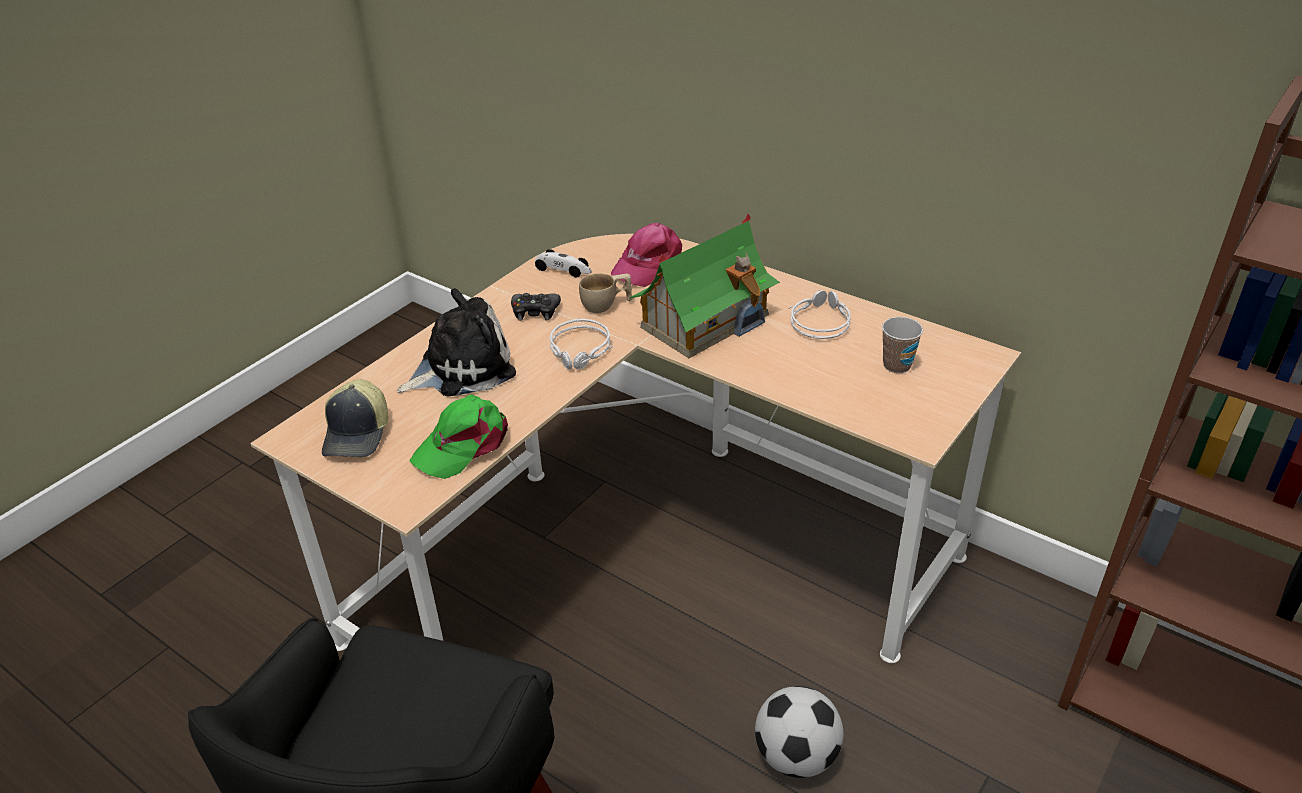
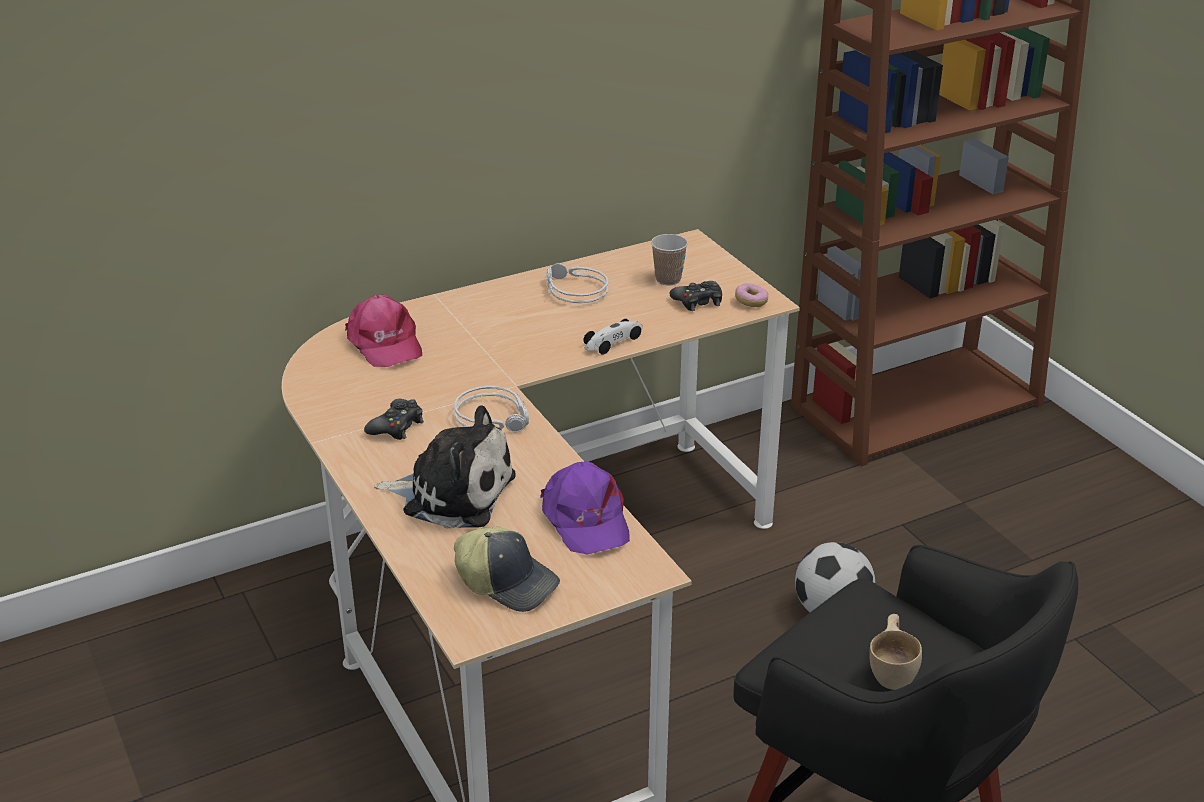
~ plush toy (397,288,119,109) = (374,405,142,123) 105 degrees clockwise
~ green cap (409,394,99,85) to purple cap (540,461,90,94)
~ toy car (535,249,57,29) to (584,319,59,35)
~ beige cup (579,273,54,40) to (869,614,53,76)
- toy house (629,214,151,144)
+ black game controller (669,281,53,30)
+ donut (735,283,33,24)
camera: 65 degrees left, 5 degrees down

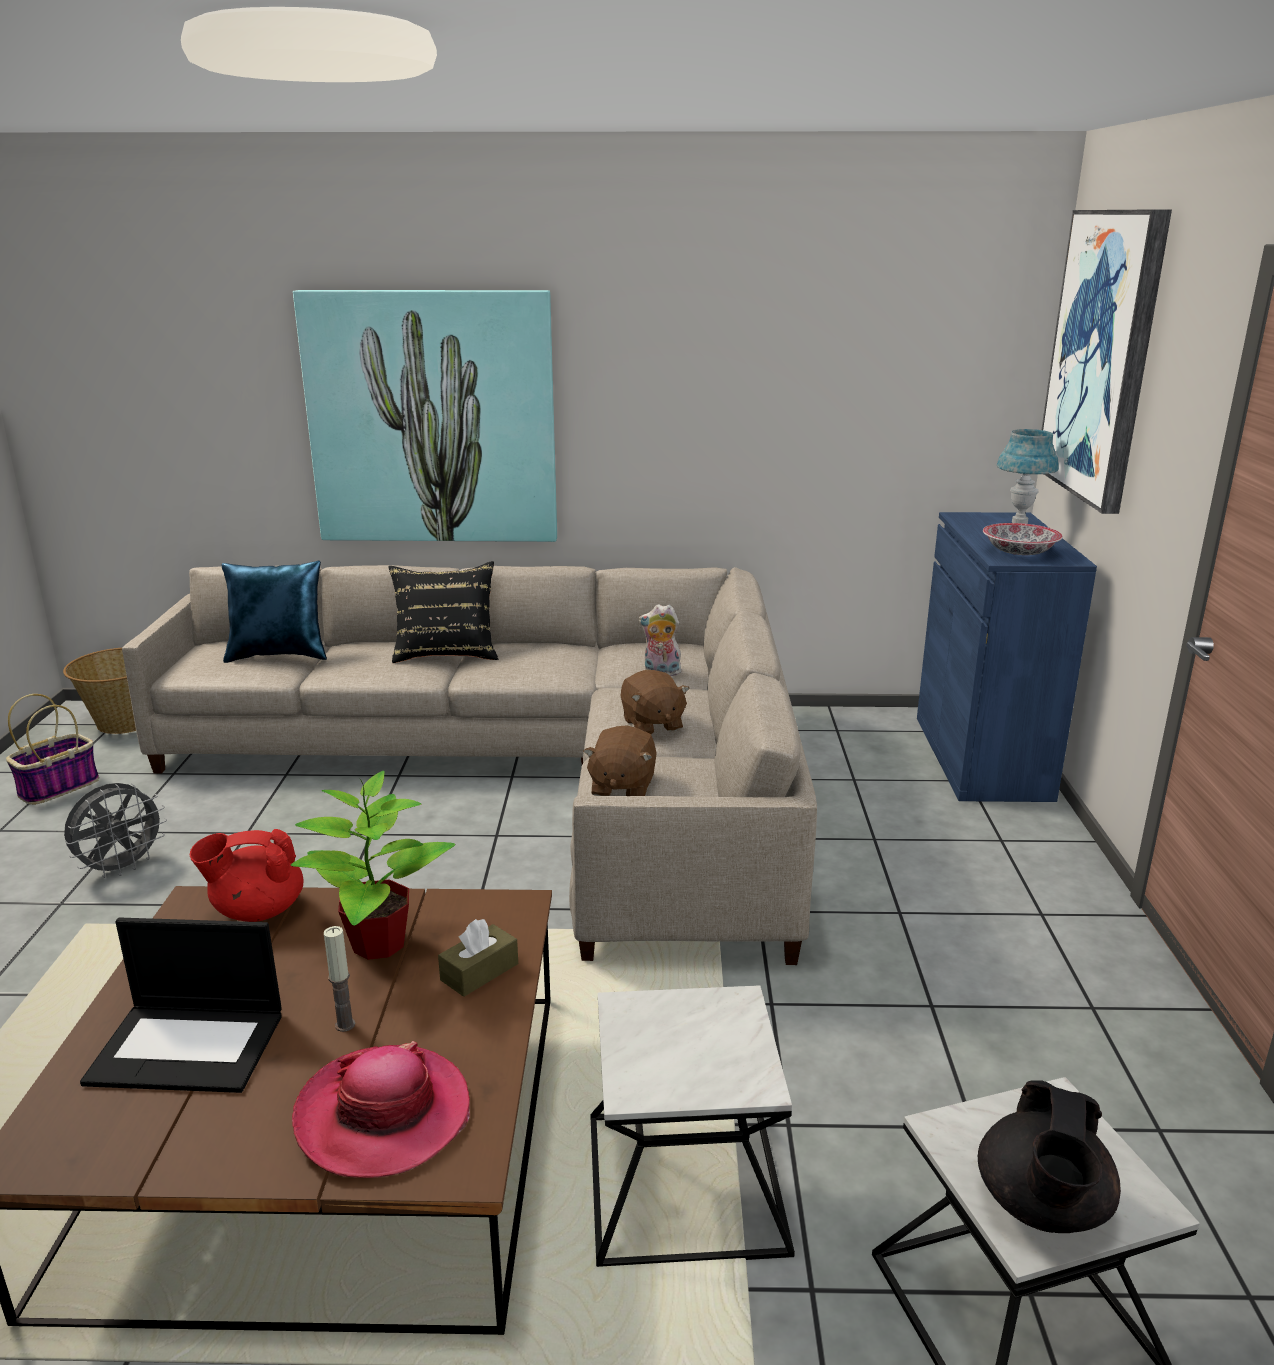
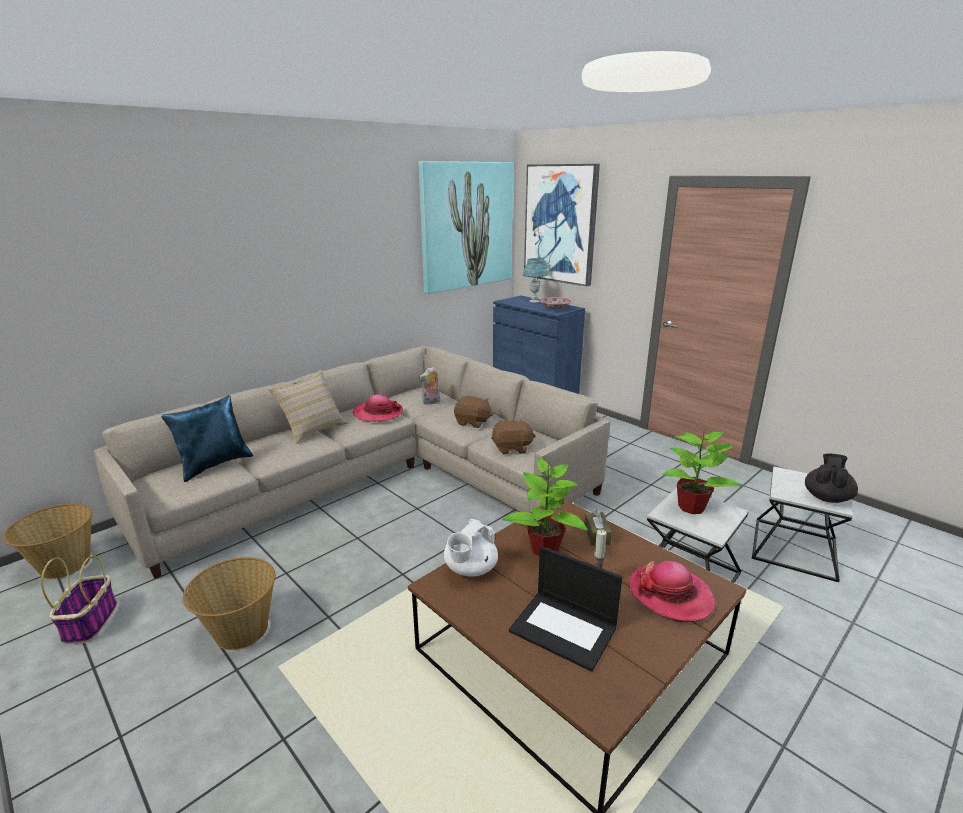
~ grey fan (64,783,103,95) to basket (183,557,93,93)
~ laptop (80,918,202,175) = (509,546,113,126) 75 degrees clockwise
~ red teapot (190,829,114,93) to white teapot (444,519,54,58)
~ picture (293,290,264,252) to (418,161,95,133)
~ black pillow (389,561,109,102) to beige pillow (268,370,80,74)
~ brown plush toy (583,725,74,71) = (491,419,45,35) 60 degrees counterclockwise
~ black teapot (978,1080,143,153) = (805,454,53,49) 120 degrees counterclockwise
+ hat (353,394,50,28)
+ potted plant (663,429,79,85)
camera: 45 degrees left, 0 degrees up

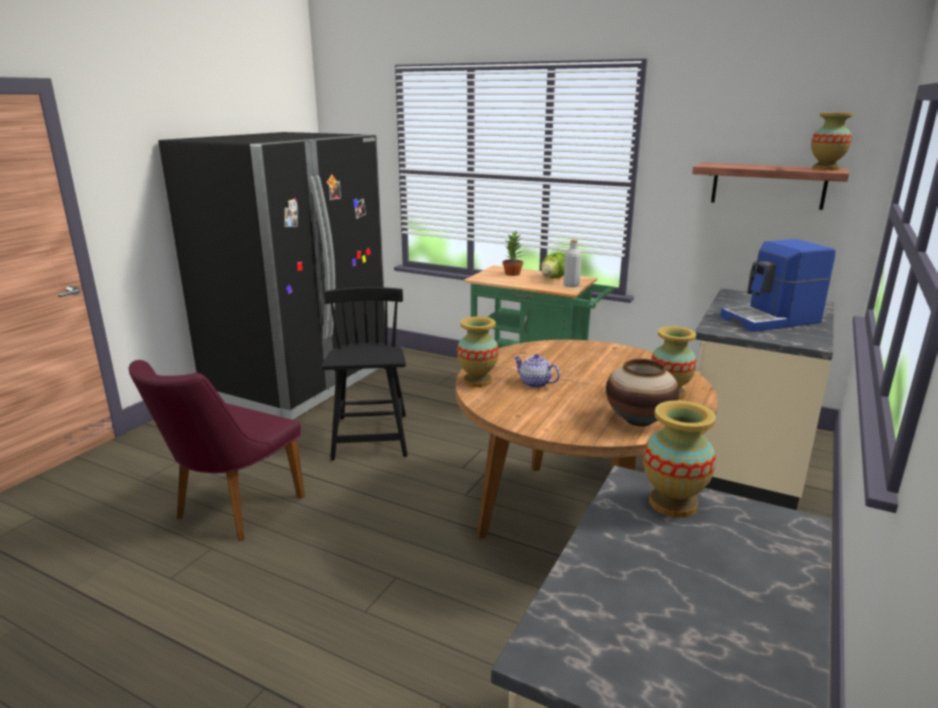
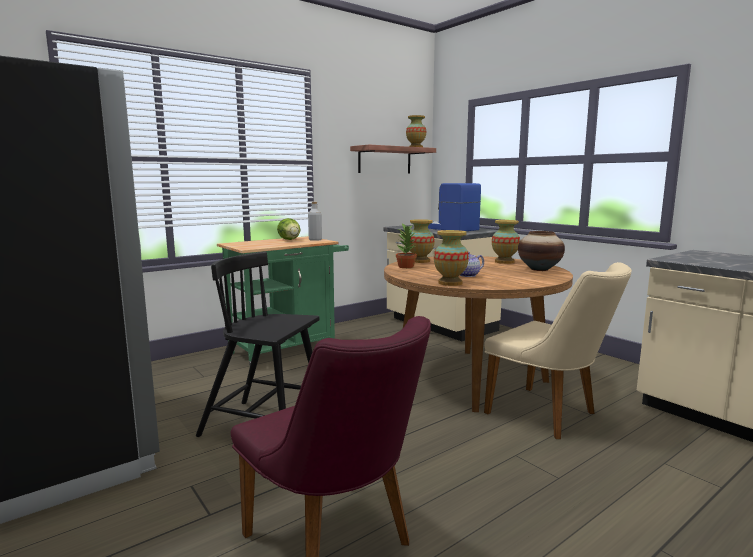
~ potted plant (502,231,22,45) to (396,223,21,45)
~ vase (643,400,73,118) to (410,219,25,44)
~ coffee machine (720,239,116,93) = (428,183,53,48) 135 degrees clockwise
+ beige chair (484,262,148,177)
camera: 65 degrees left, 10 degrees down

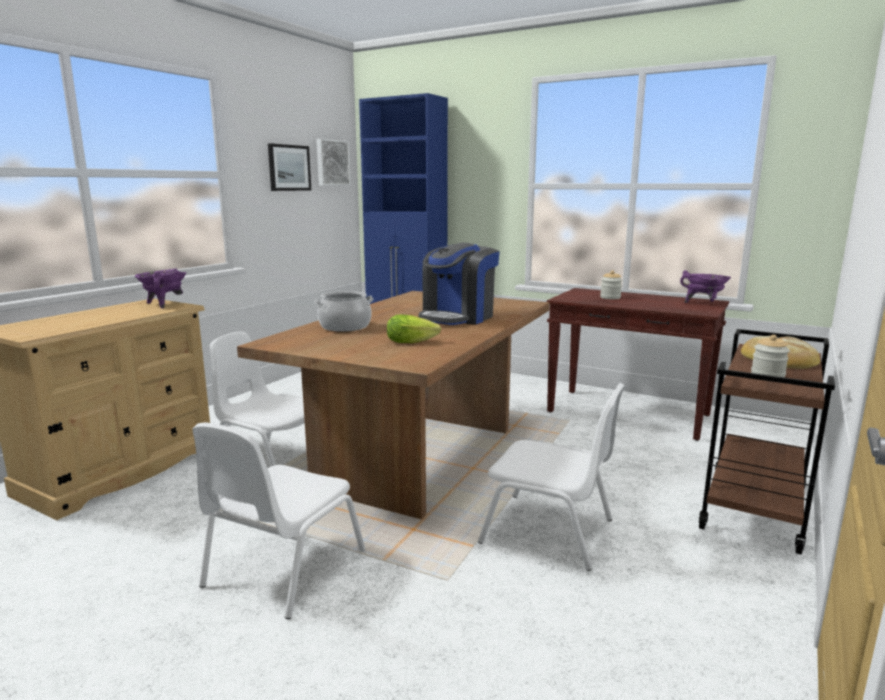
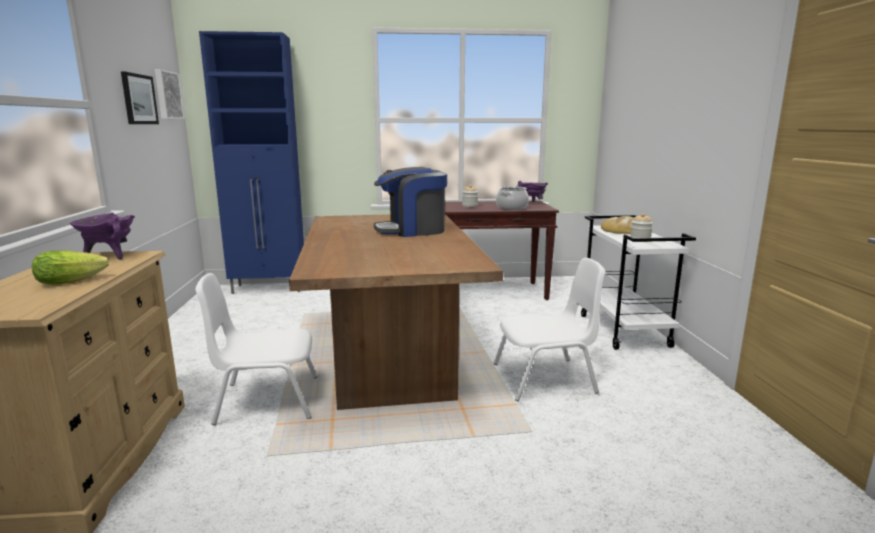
- white chair (192,422,173,197)
~ cooking pot (314,291,60,41) to (496,186,33,24)
~ lettuce (387,314,54,29) to (32,250,77,35)
~ coffee machine (419,243,81,82) = (374,167,73,70) 75 degrees clockwise
~ brown cart (699,329,136,226) to white cart (581,215,115,135)
camera: 35 degrees left, 0 degrees up

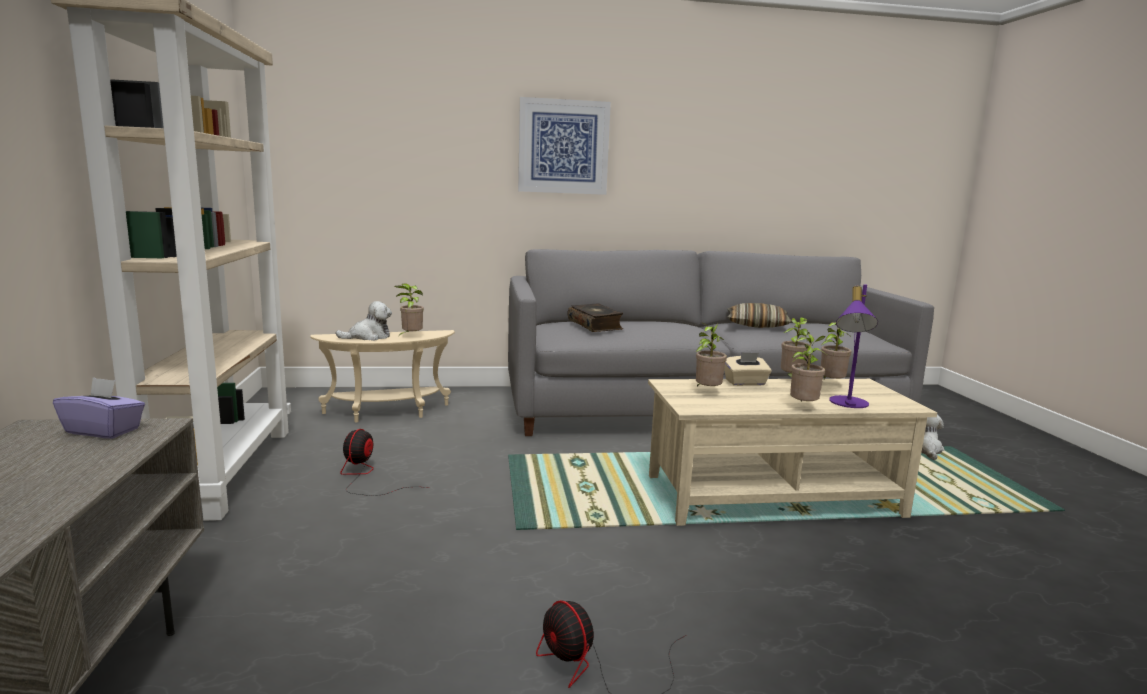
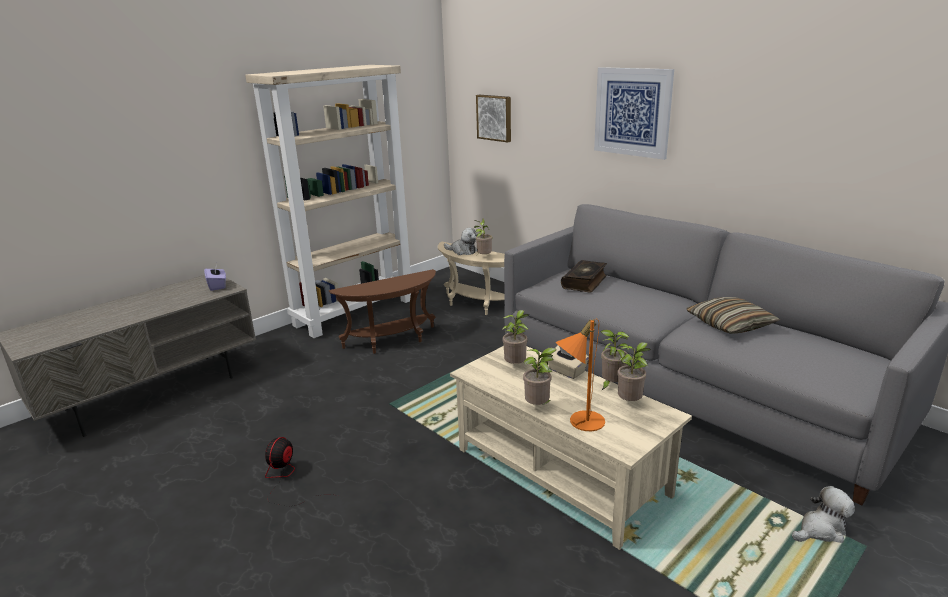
~ fan (340,429,88,67) to brown side table (329,269,107,85)
~ purple table lamp (829,284,49,124) to orange table lamp (556,319,49,112)
+ picture (476,95,35,48)
camera: 55 degrees right, 10 degrees up

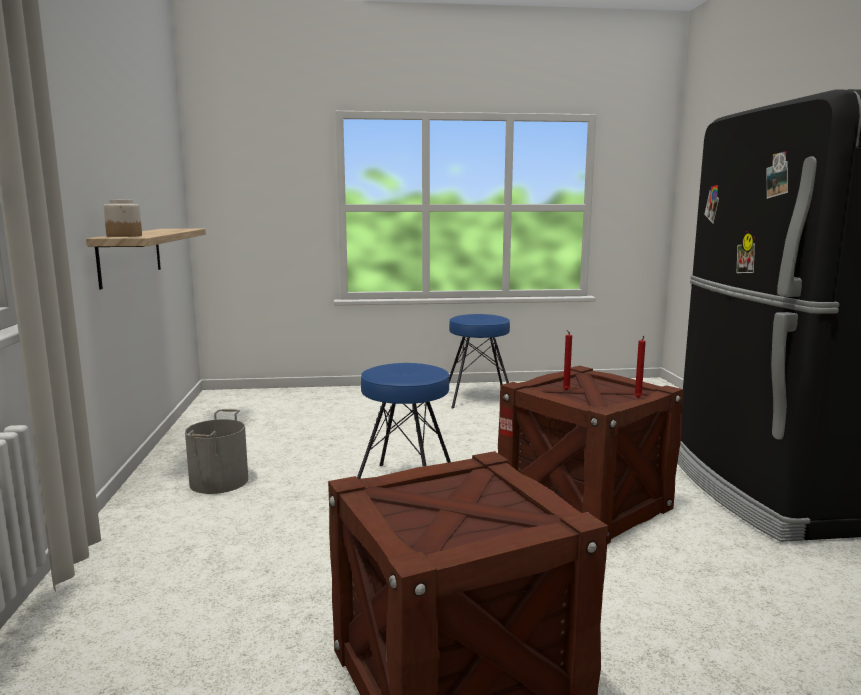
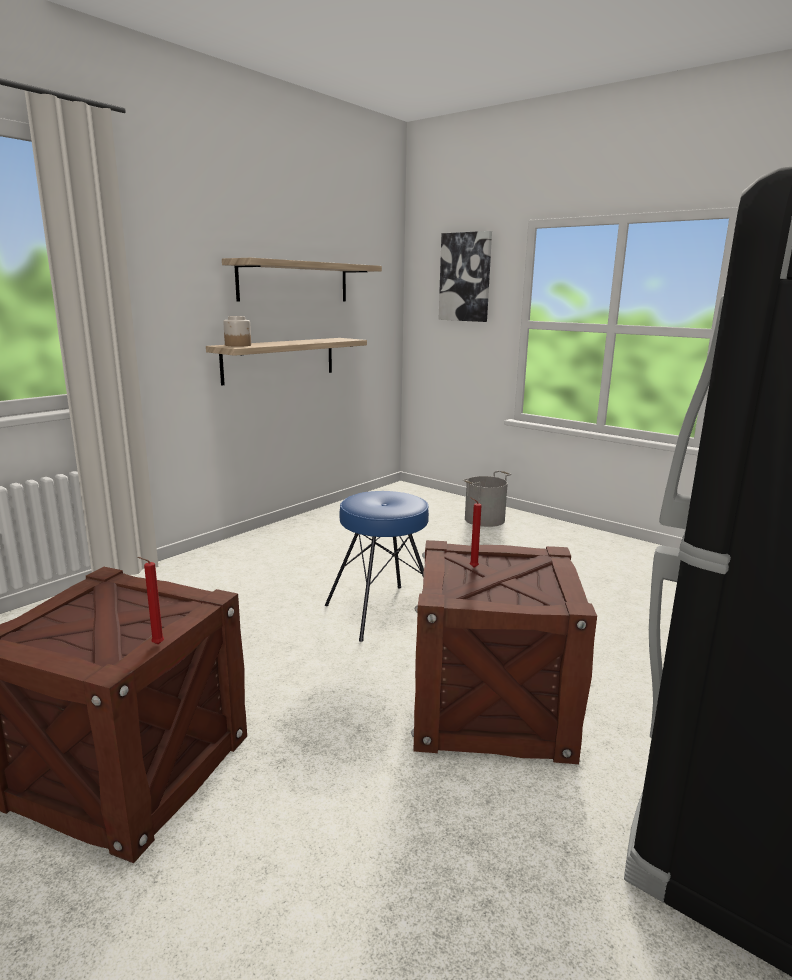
~ grey bucket (185,409,63,85) to (463,471,48,56)
- blue stool (449,314,61,94)
~ red candle (634,336,12,62) to (138,557,26,87)
+ shelf (222,258,160,43)
+ picture (438,231,54,91)
camera: 45 degrees right, 5 degrees up

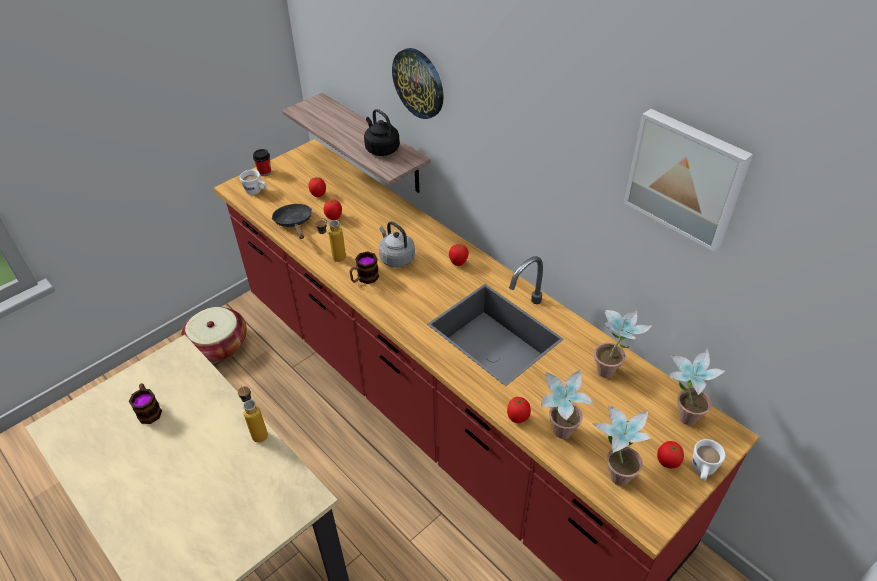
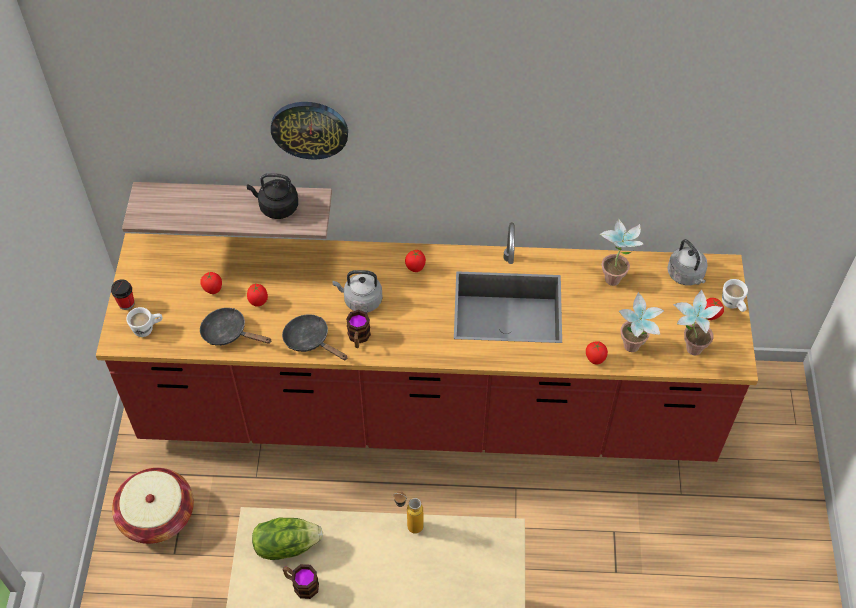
~ bottle (315,218,31,44) to black frying pan (282,314,66,46)
- picture (624,109,129,143)
~ potted plant (667,349,58,76) to grey kettle (667,239,41,46)
+ lettuce (252,517,71,43)
camera: 45 degrees left, 10 degrees up

